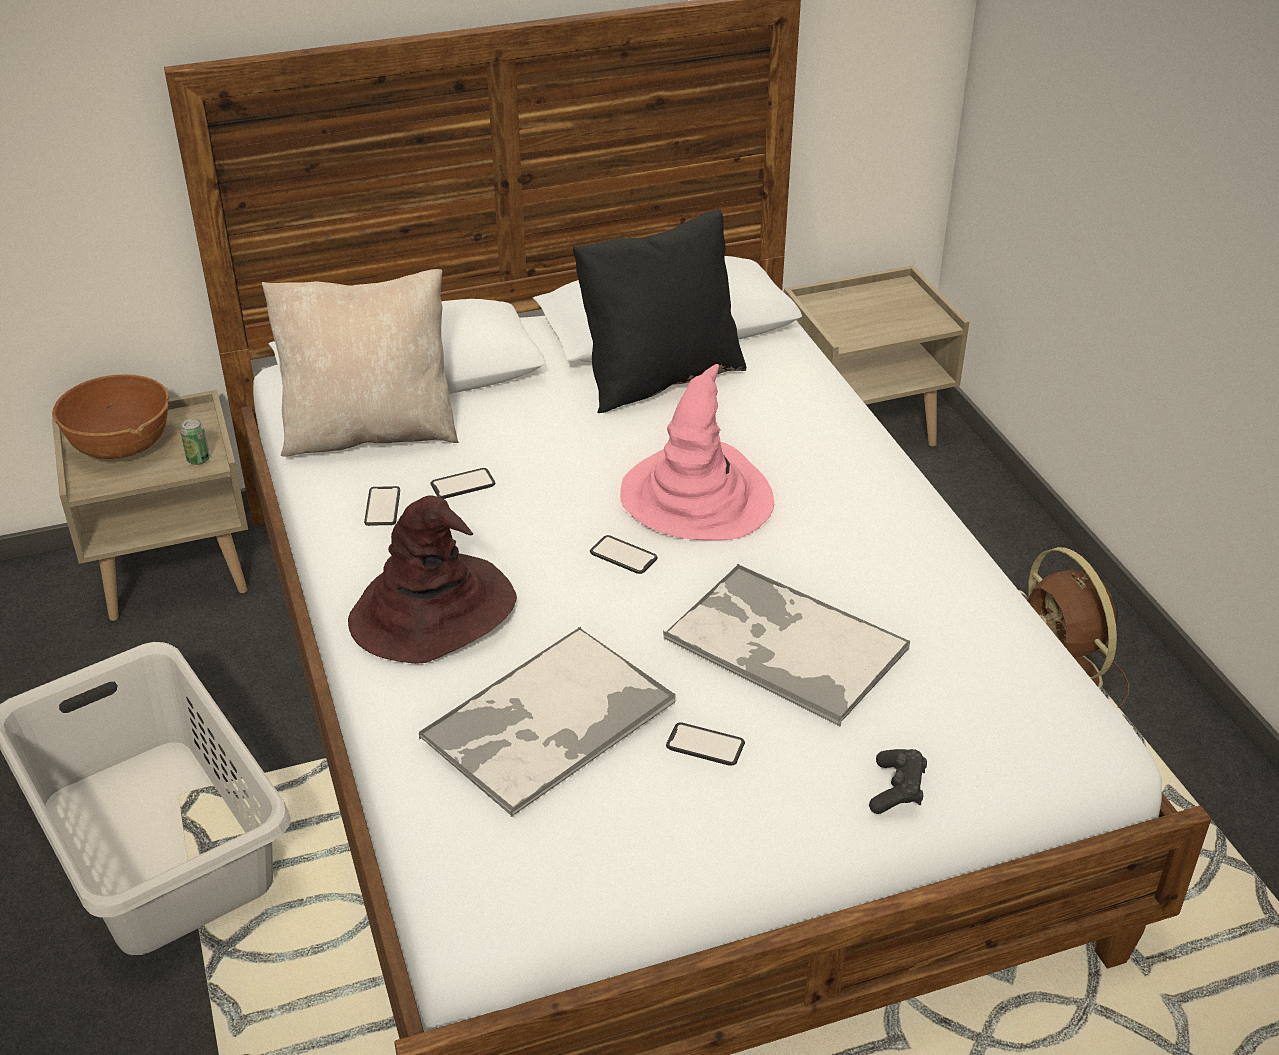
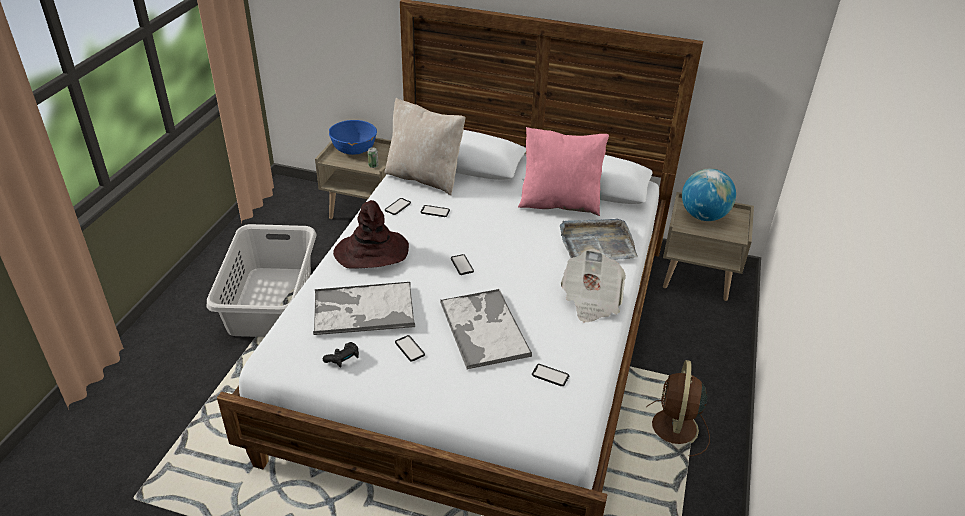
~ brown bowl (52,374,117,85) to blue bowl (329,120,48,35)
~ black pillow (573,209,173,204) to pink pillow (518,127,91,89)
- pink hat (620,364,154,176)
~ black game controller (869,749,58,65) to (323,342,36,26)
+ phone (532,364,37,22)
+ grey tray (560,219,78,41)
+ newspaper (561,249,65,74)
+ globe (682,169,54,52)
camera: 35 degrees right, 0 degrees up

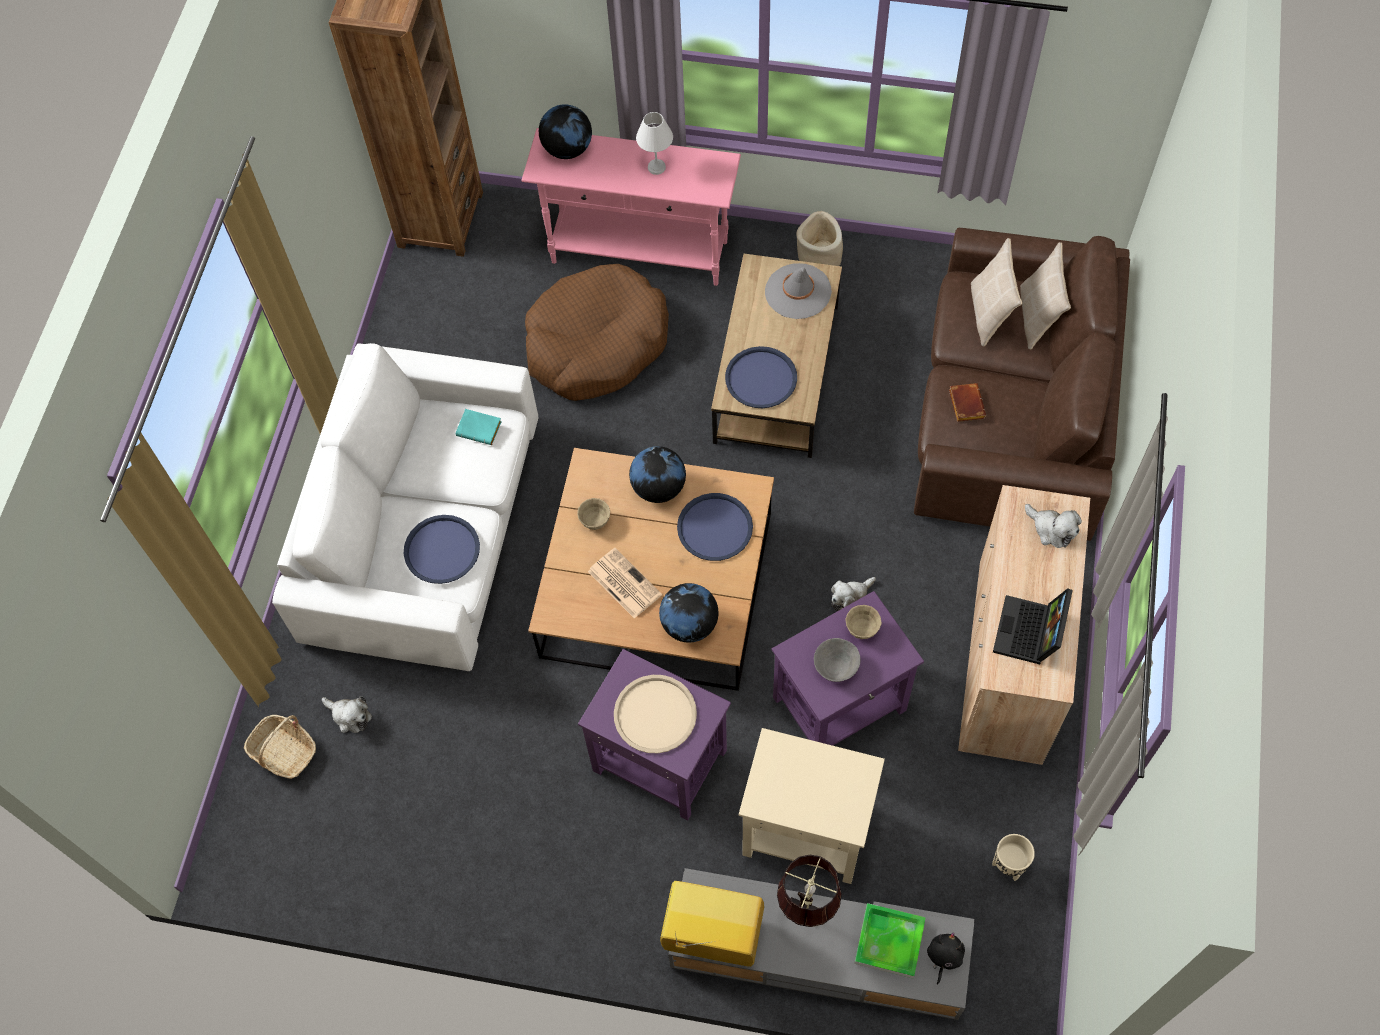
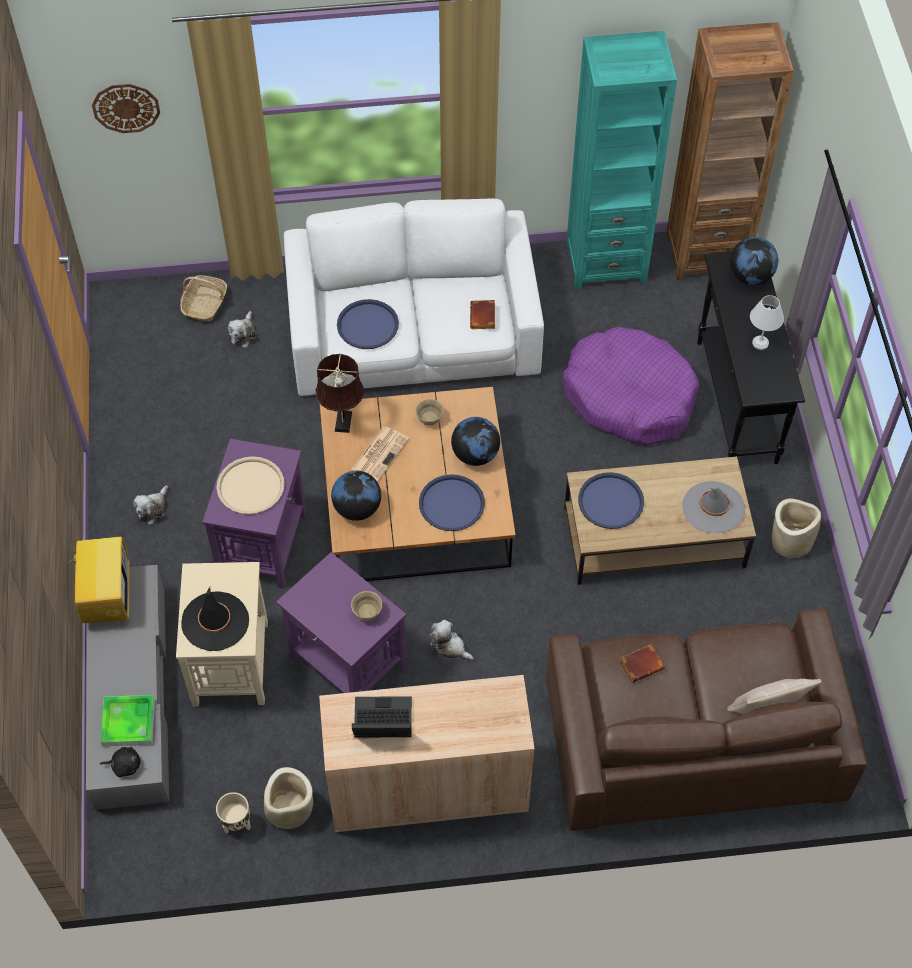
~ turquoise book (456,409,46,36) to brown book (470,300,25,29)
~ pink console table (521,128,220,158) to black console table (697,252,108,212)
~ brown dog bed (525,264,144,137) to purple dog bed (563,327,136,118)
~ brown table lamp (777,855,65,72) to (316,354,48,79)
- grey bowl (814,638,46,44)
- beige pillow (971,238,51,108)
~ plush toy (1025,504,57,44) to (133,485,35,40)
+ wall clock (92,84,68,49)
+ black hat (181,587,68,64)
+ beige planter (264,767,49,62)
+ turquoise bookcase (566,31,111,258)
camera: 70 degrees right, 5 degrees down

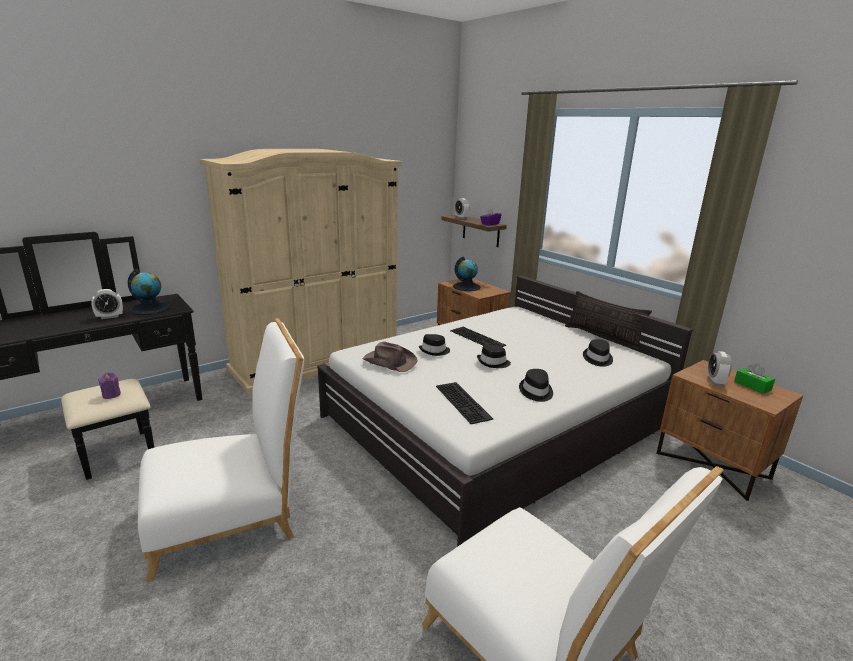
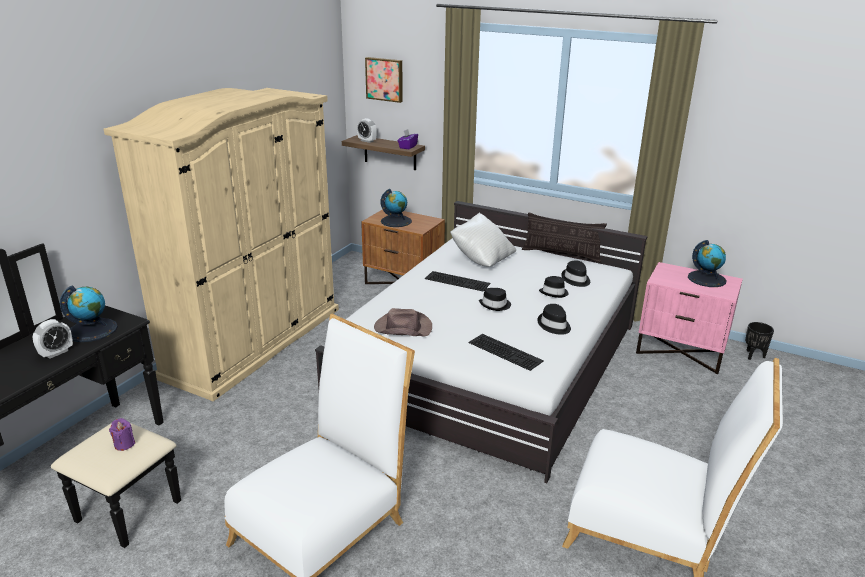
~ black hat (419,334,31,22) to (539,276,30,22)
~ brown nightstand (656,360,147,141) to pink nightstand (636,262,107,112)
- alarm clock (708,351,24,35)
~ green tissue box (734,363,41,31) to globe (688,240,38,47)
+ picture (365,57,38,46)
+ white pillow (450,213,66,54)
+ black planter (745,322,29,38)
camera: 25 degrees left, 5 degrees up

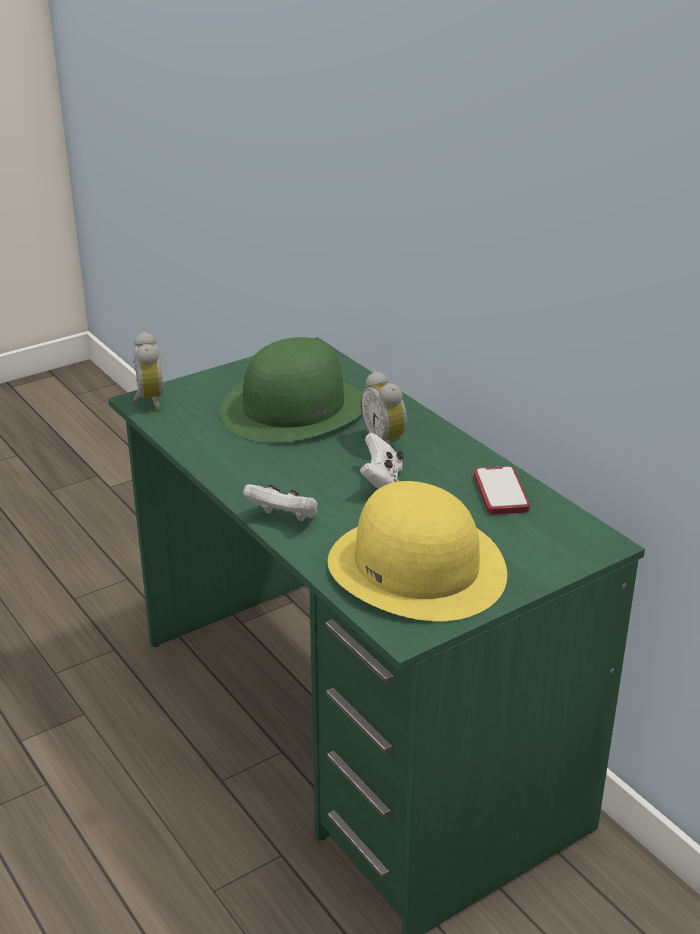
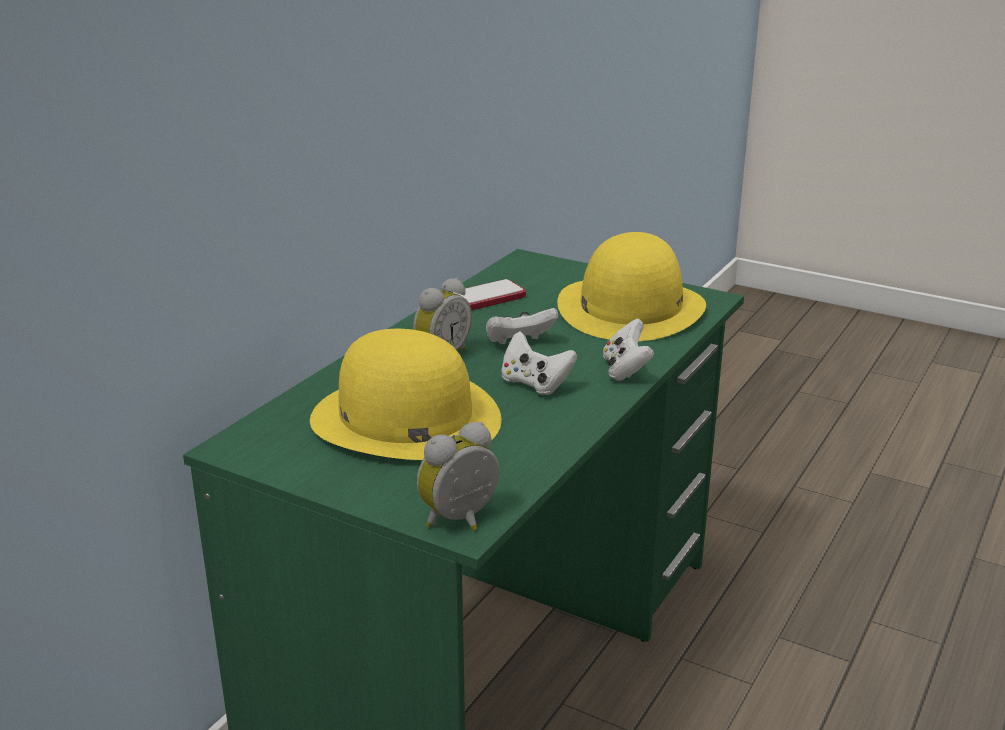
~ green hat (220,337,142,106) to yellow hat (310,329,192,131)
+ white game controller (501,331,76,64)
camera: 115 degrees left, 5 degrees down

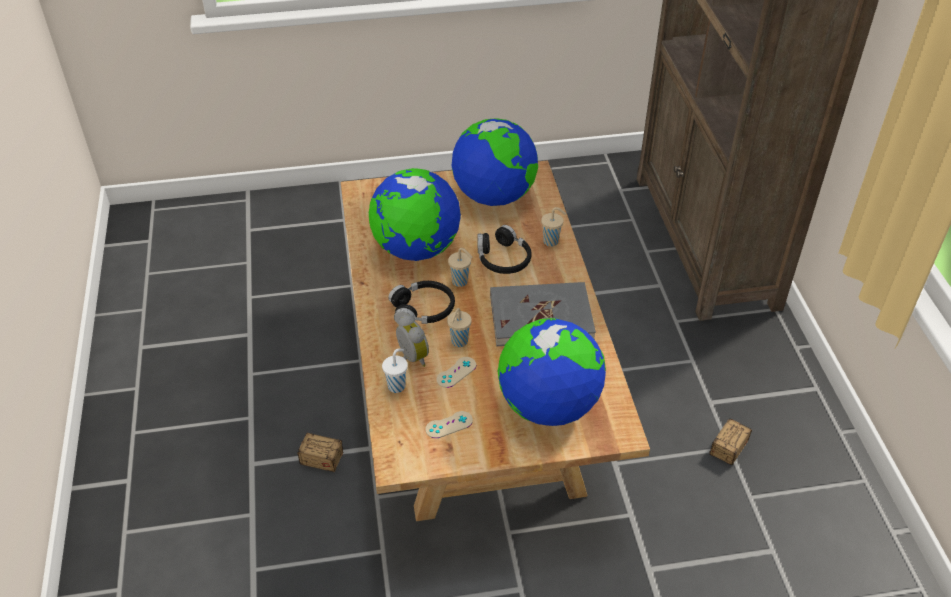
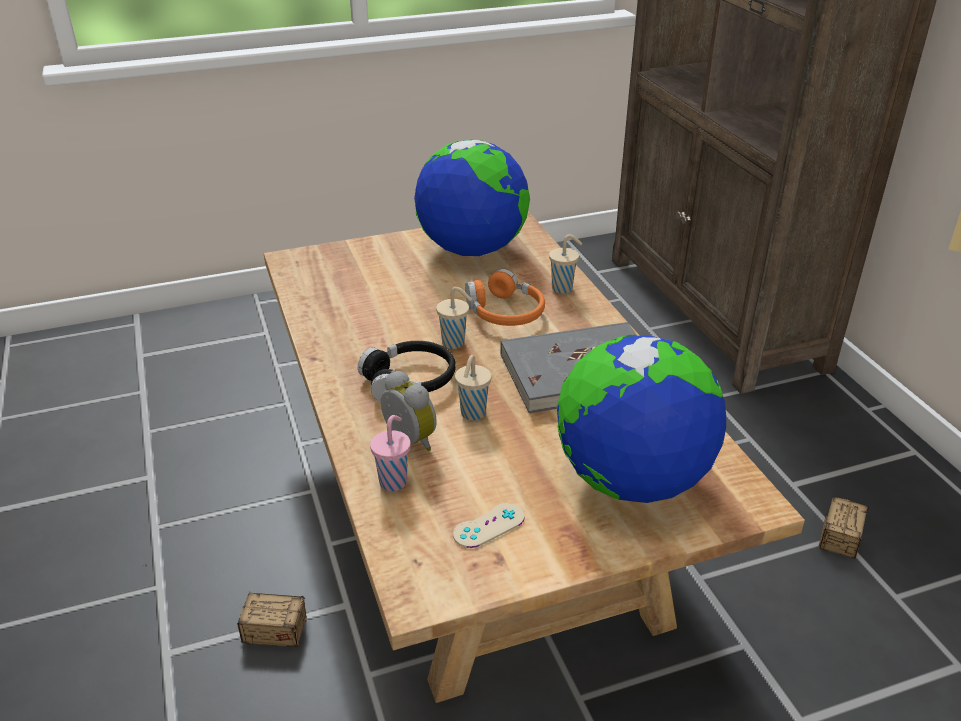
- globe (369,168,92,93)
~ white cup (382,349,26,44) to pink cup (370,415,40,76)
- beige game controller (437,357,39,31)
~ black headphones (477,225,55,49) to orange headphones (465,269,80,57)
camera: 10 degrees left, 10 degrees down

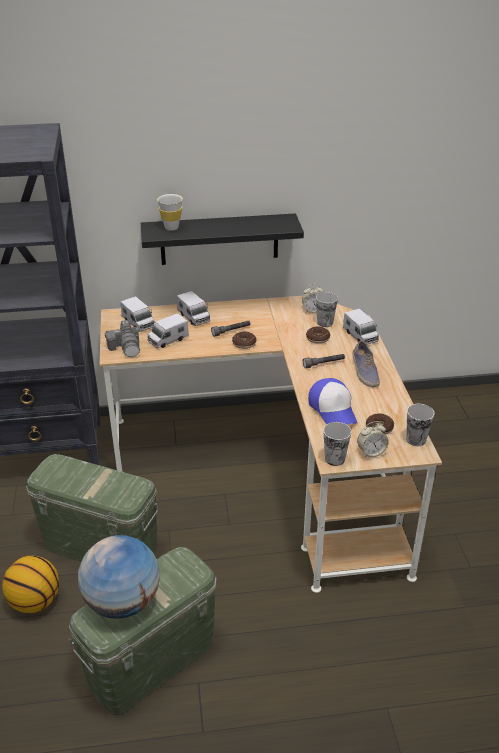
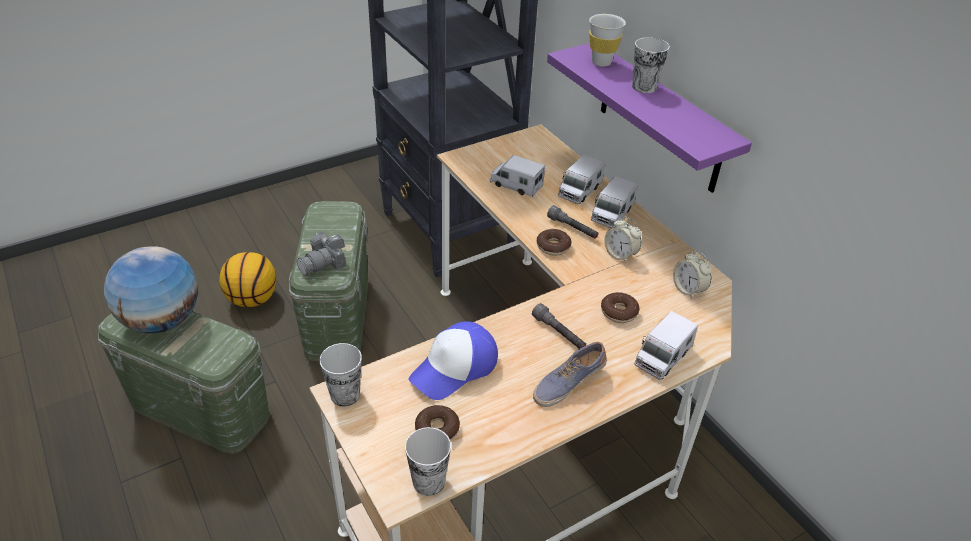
~ photo camera (105,320,35,37) to (297,232,49,44)
~ toy truck (121,296,34,36) to (591,176,47,52)
~ black shelf (141,213,163,52) to purple shelf (547,43,205,150)
~ cup (316,292,22,35) to (632,37,38,56)
~ alarm clock (357,421,32,37) to (604,217,37,46)
camera: 65 degrees right, 5 degrees up

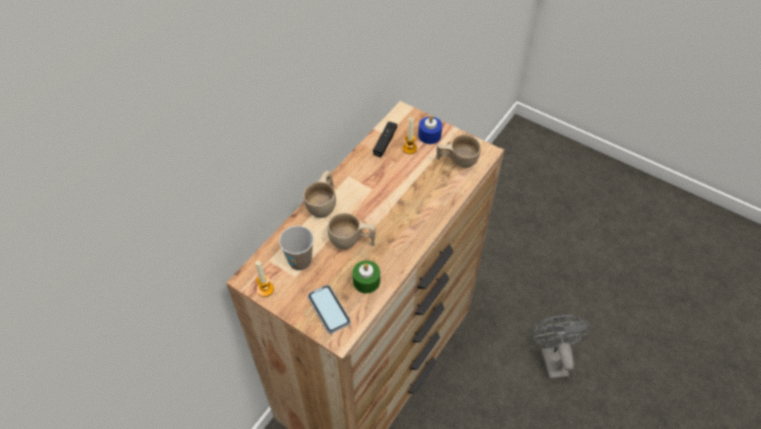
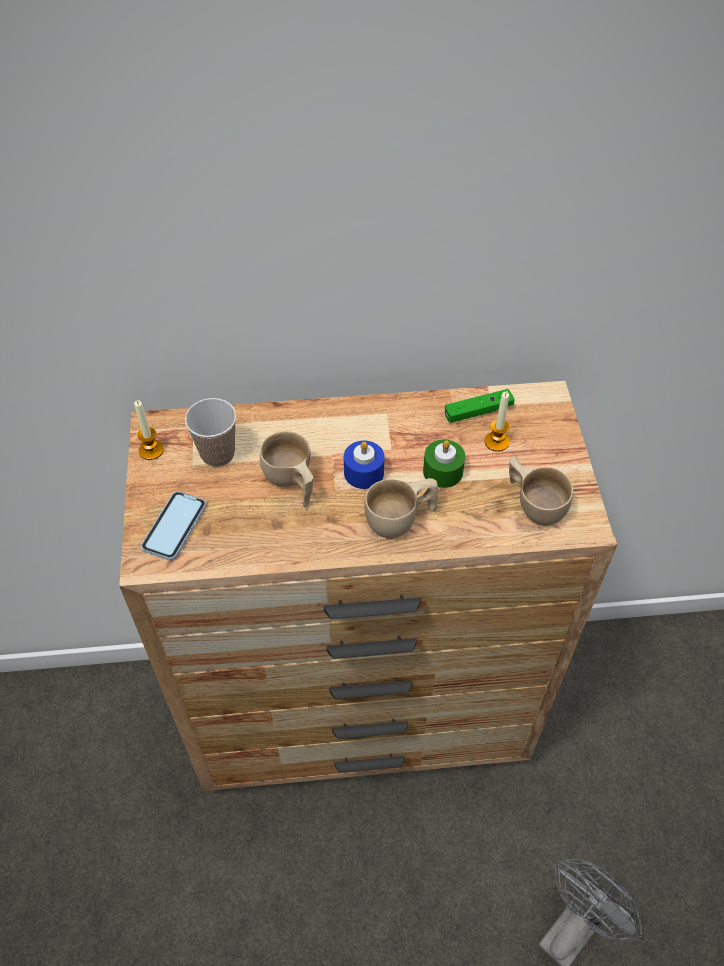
~ beige cup (303,171,33,47) to (364,478,74,60)
~ green candle (352,260,28,33) to (423,440,42,48)
~ black game controller (373,121,24,36) to green game controller (445,389,69,34)
~ blue candle (418,115,24,29) to (344,441,41,48)
camera: 50 degrees right, 0 degrees up

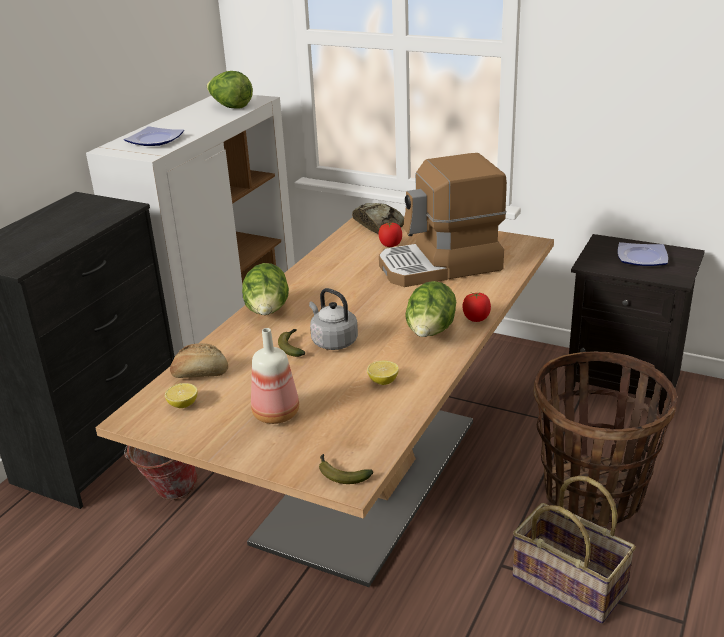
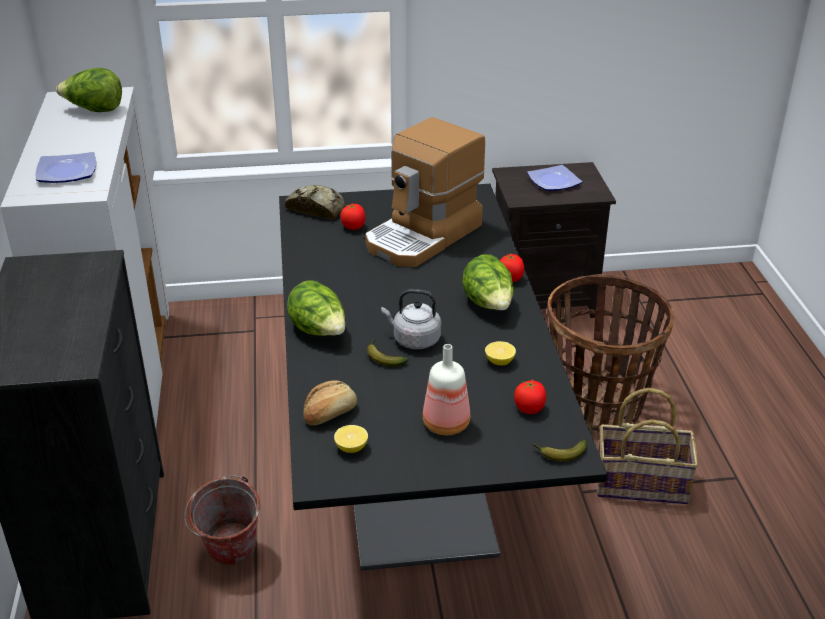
~ beige dining table (95,217,459,370) to black dining table (279,184,328,387)
+ tomato (514,380,32,34)
camera: 35 degrees left, 5 degrees up

